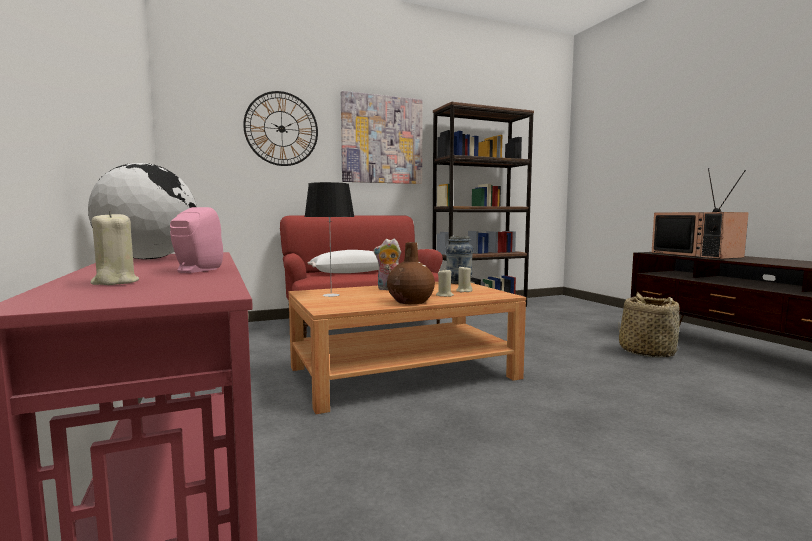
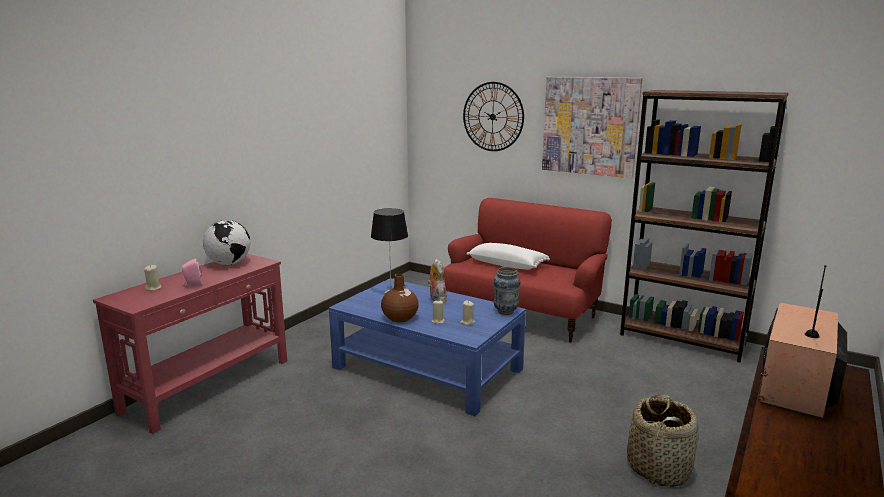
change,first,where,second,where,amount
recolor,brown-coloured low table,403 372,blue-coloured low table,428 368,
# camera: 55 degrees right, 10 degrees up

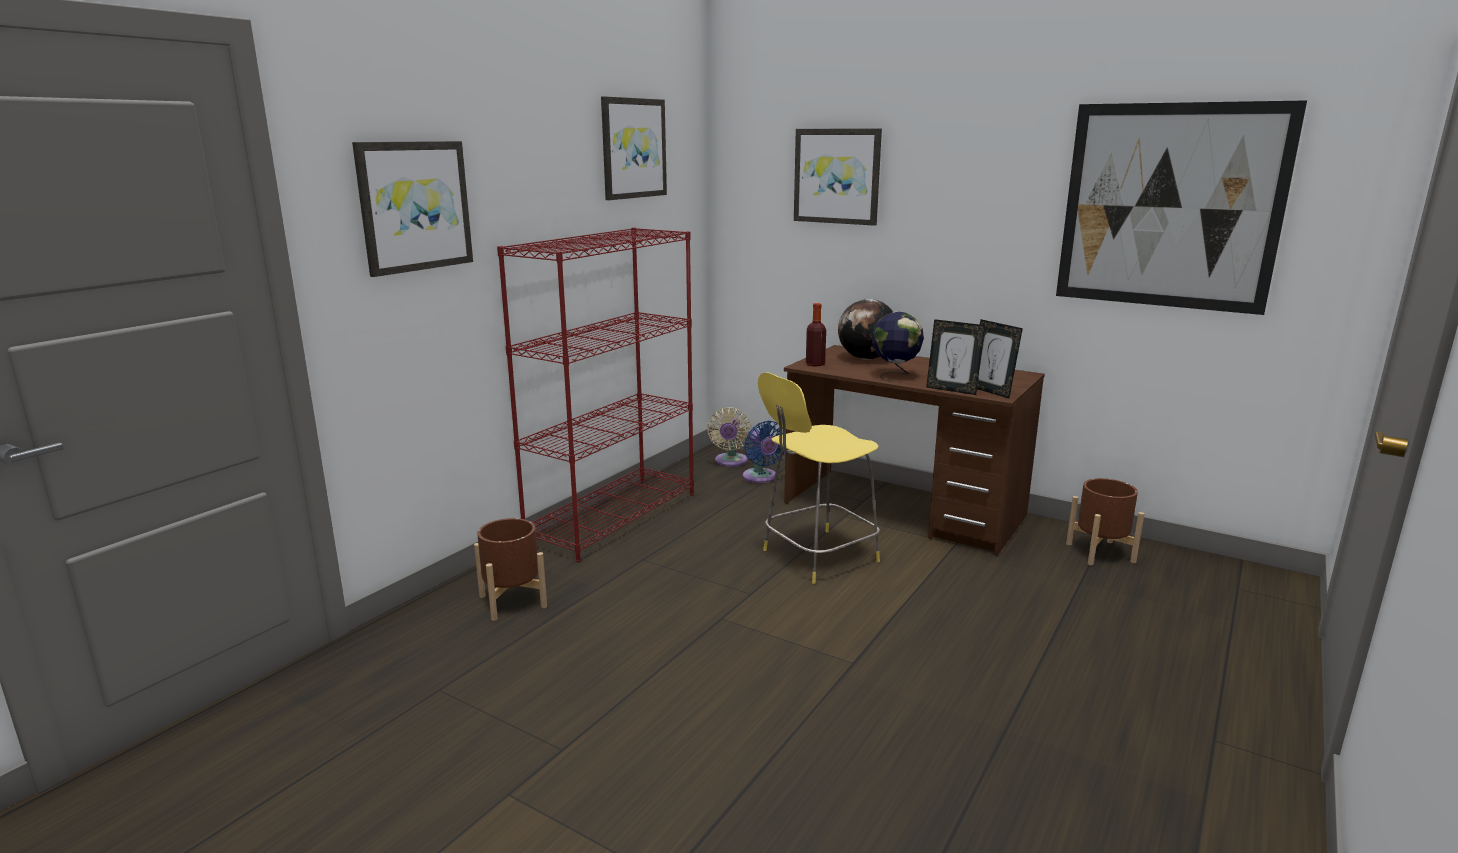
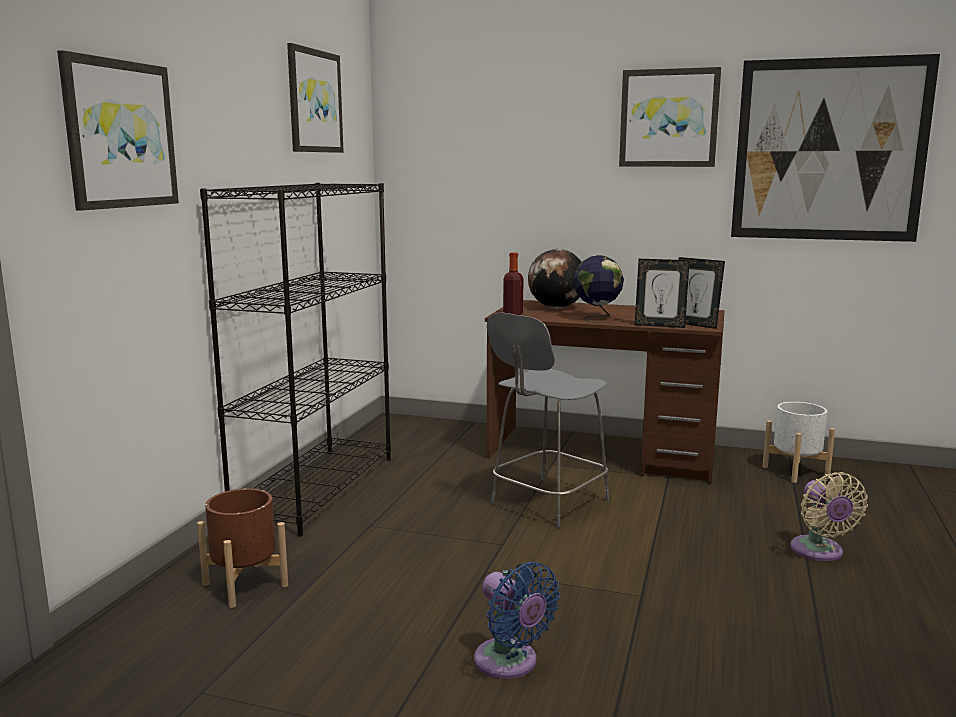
change,first,where,second,where,amount
move,wall art,837 176,,669 118,
recolor,reddish shelving unit,613 517,black-coloured shelving unit,316 488,
recolor,yellow-coloured stool,817 557,grey stool,547 503,
move,beige-coloured fan,730 462,,819 552,
move,blue-coloured fan,761 478,,510 663,
recolor,brown-coloured plant pot,1100 552,white-coloured plant pot,795 471,
# camera: 15 degrees left, 5 degrees down

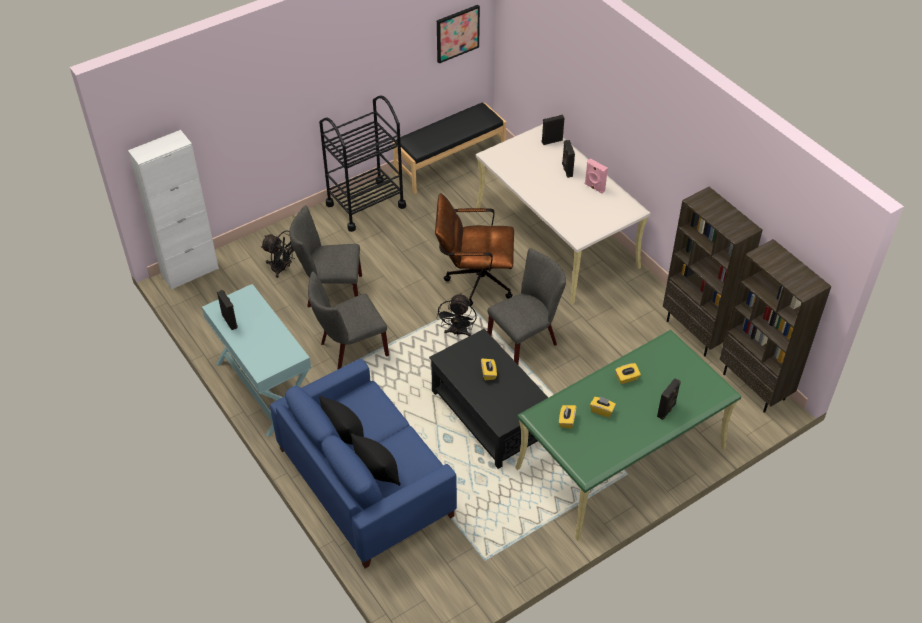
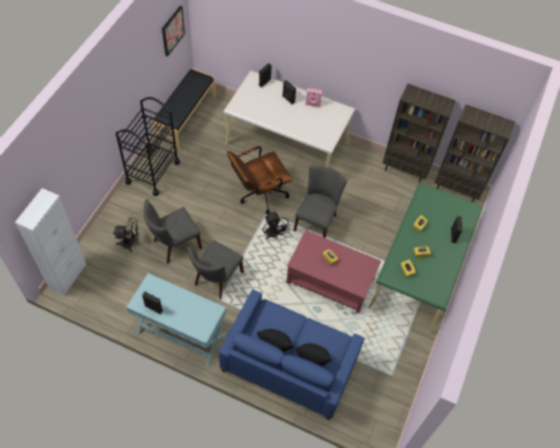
change,first,where,second,where,amount
recolor,black-coloured low table,490 414,reddish low table,330 280,
# camera: 35 degrees left, 10 degrees up

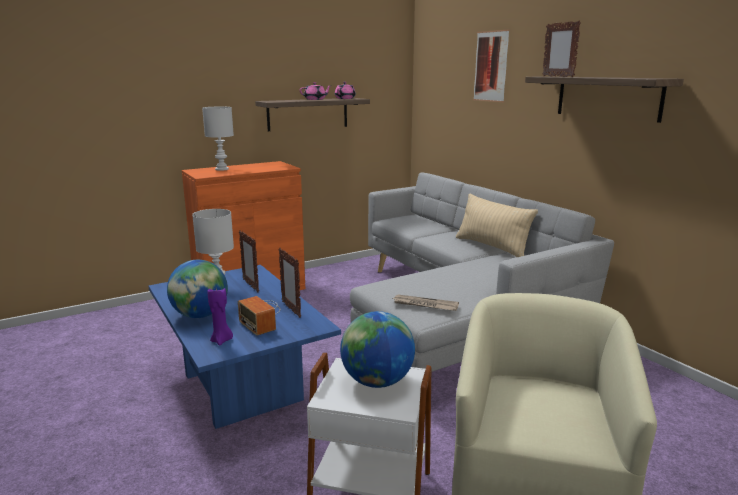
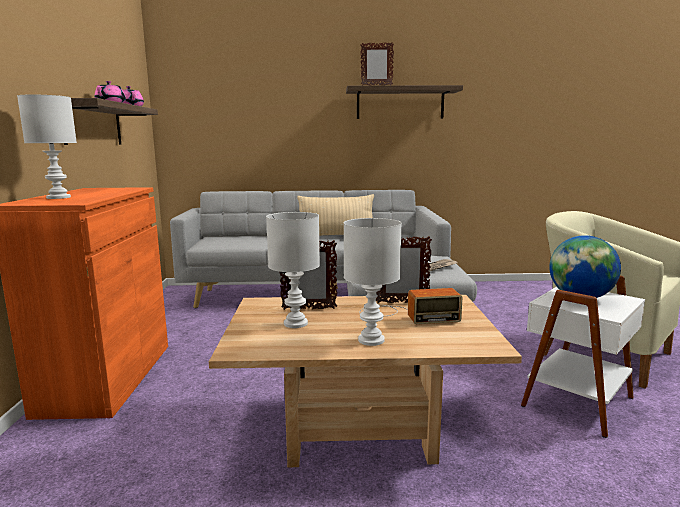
change,first,where,second,where,amount
delete,wall art,491 66,,,
replace,globe,200 315,white-coloured lamp for a table,372 340,
recolor,blue-coloured low table,242 387,beige-coloured low table,359 429,
delete,purple wax candle,222 340,,,
# camera: 60 degrees left, 5 degrees down

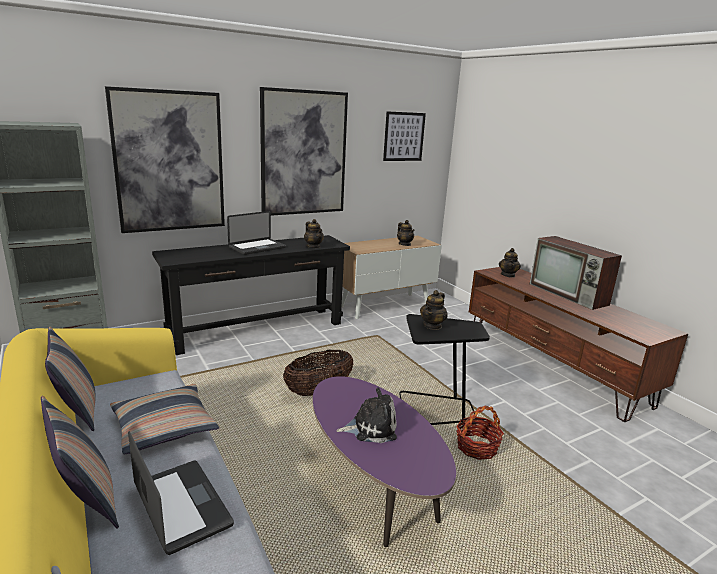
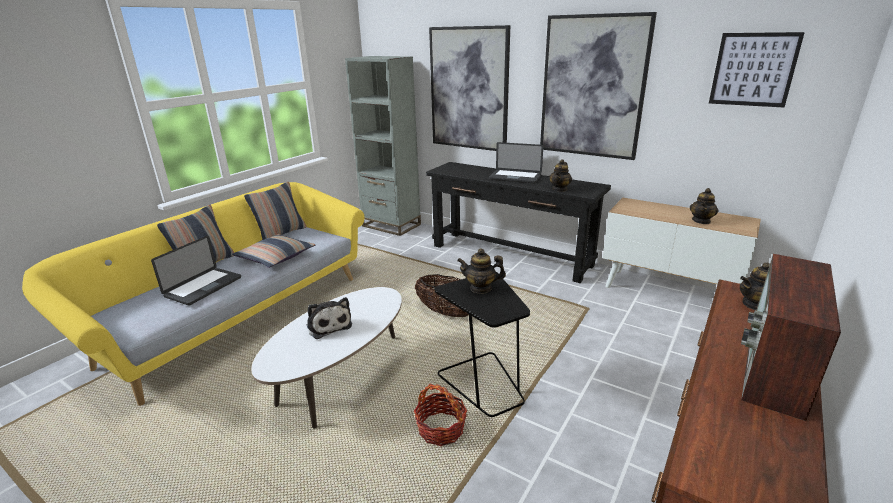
change,first,where,second,where,amount
recolor,purple low table,372 485,white-coloured low table,341 379,
# camera: 65 degrees right, 5 degrees up

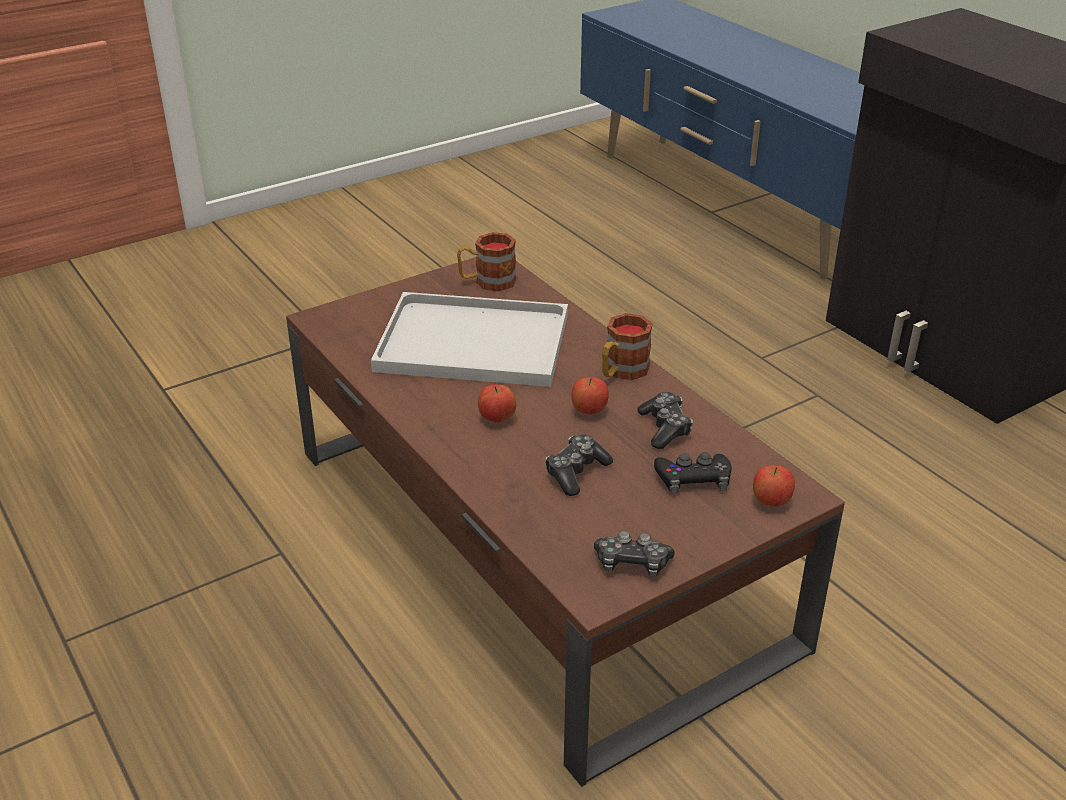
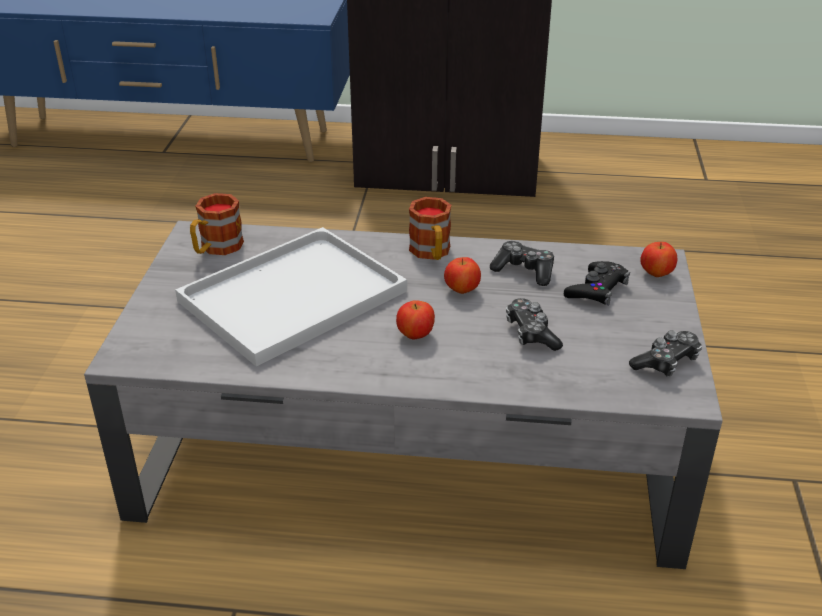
change,first,where,second,where,amount
recolor,brown-coloured low table,536 545,grey low table,414 447,
# camera: 50 degrees left, 0 degrees up

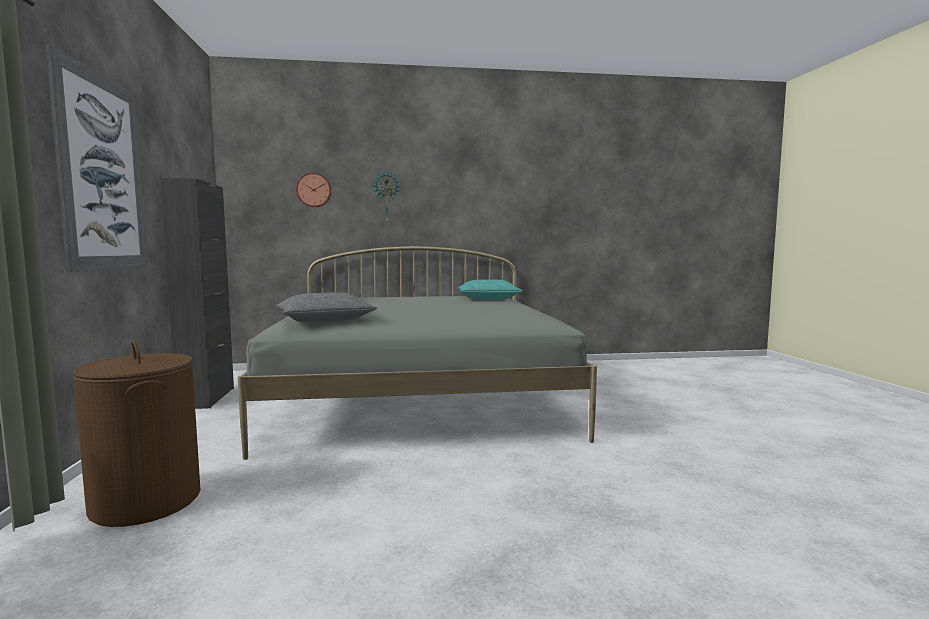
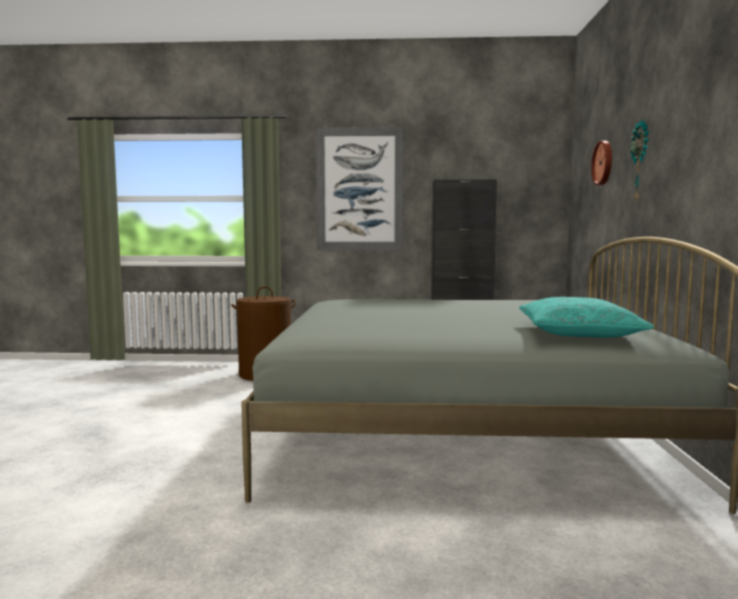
change,first,where,second,where,amount
delete,grey pillow,324 320,,,
# camera: 100 degrees right, 0 degrees up

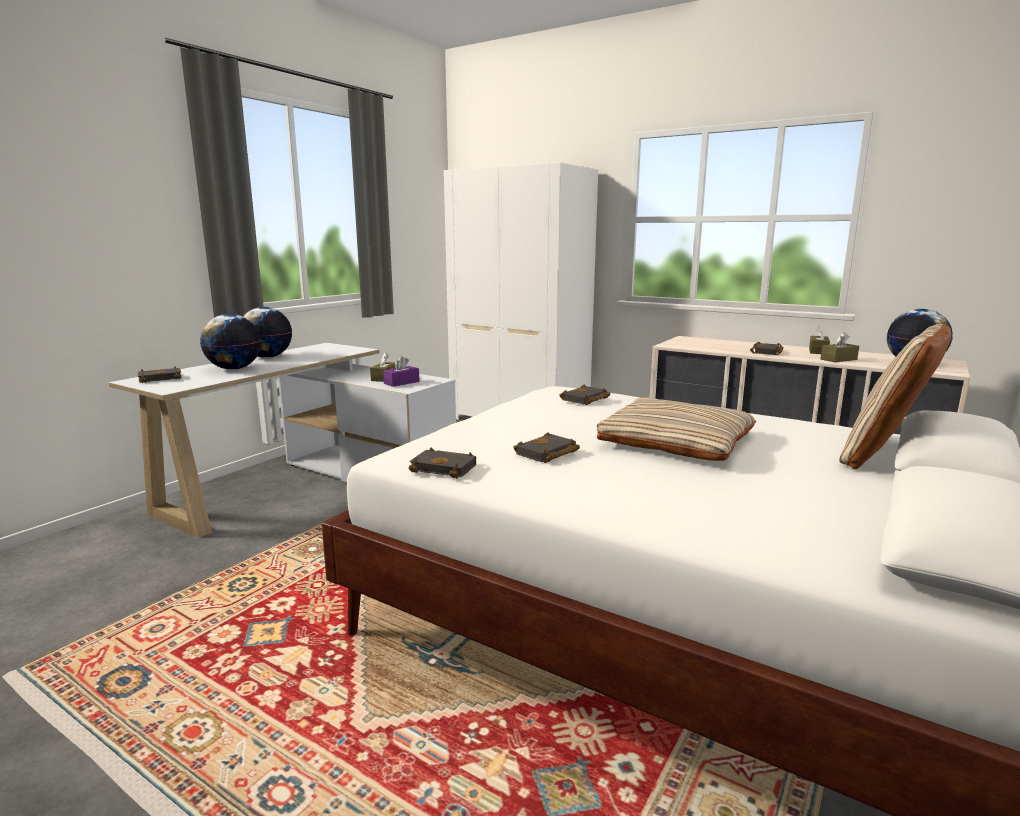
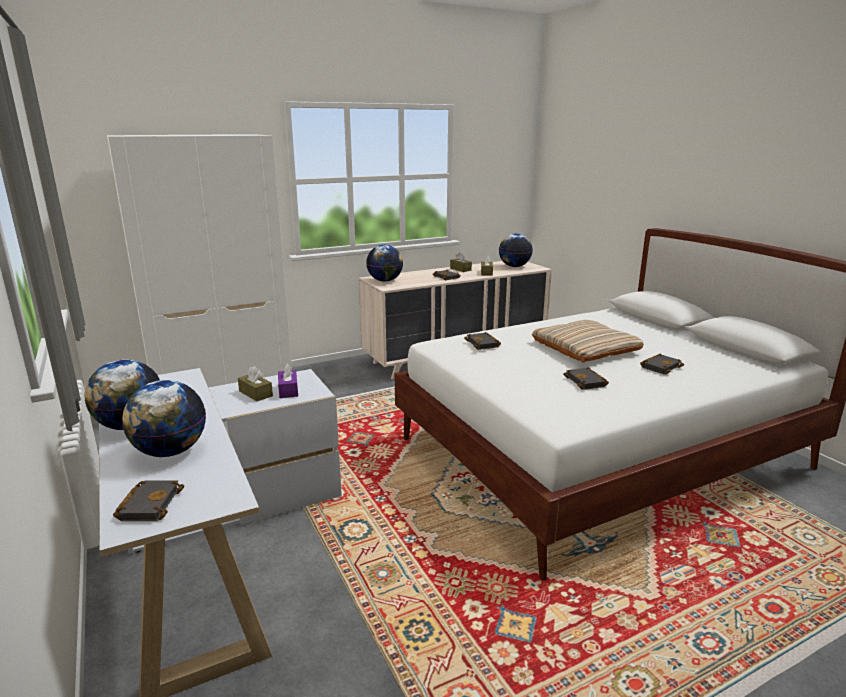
change,first,where,second,where,amount
delete,beige-coloured pillow,885 456,,,
move,black-coloured book,446 468,,660 366,
insert,,,globe,385 281,
# camera: 60 degrees left, 5 degrees up

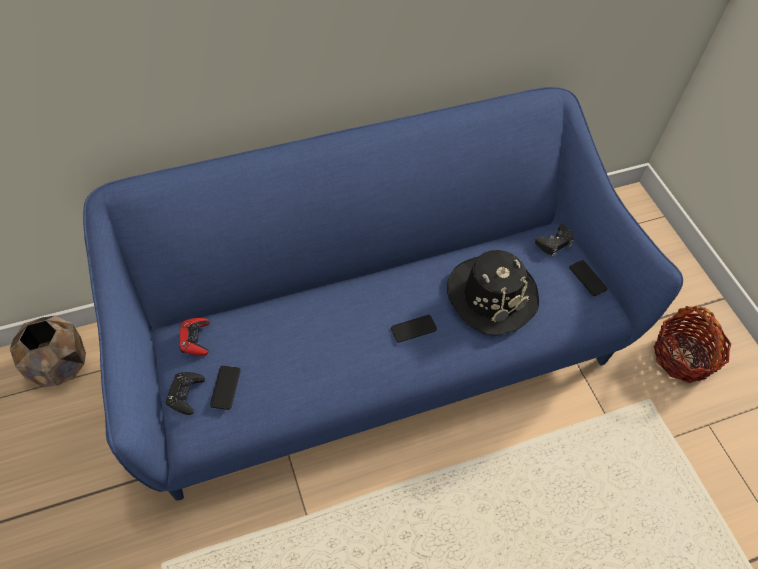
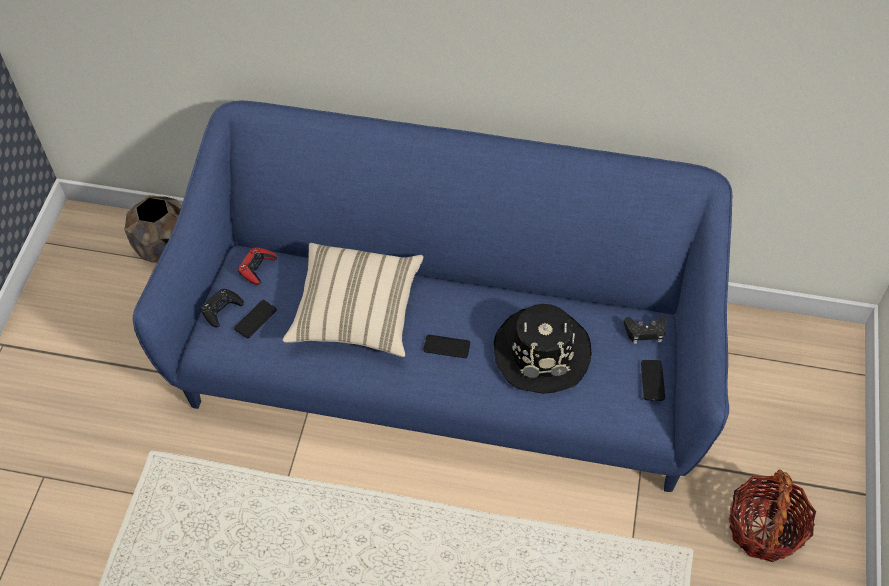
change,first,where,second,where,amount
insert,,,beige-coloured pillow,356 312,
# camera: 35 degrees right, 0 degrees up

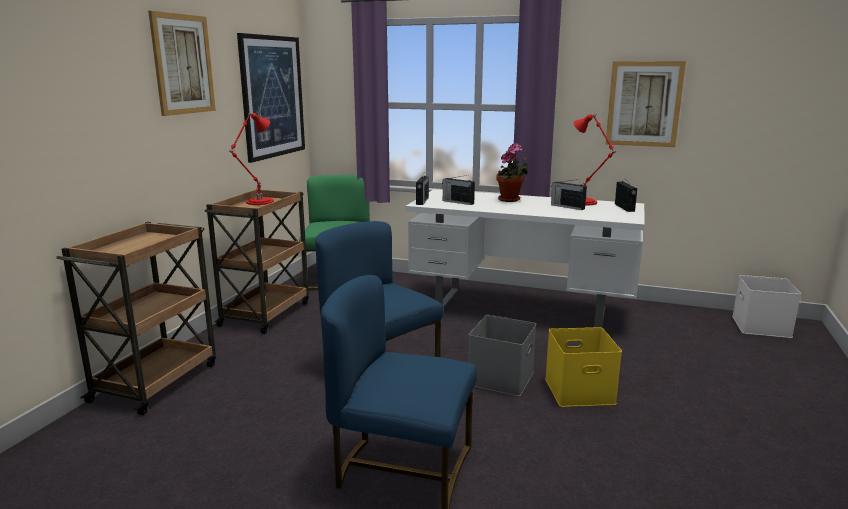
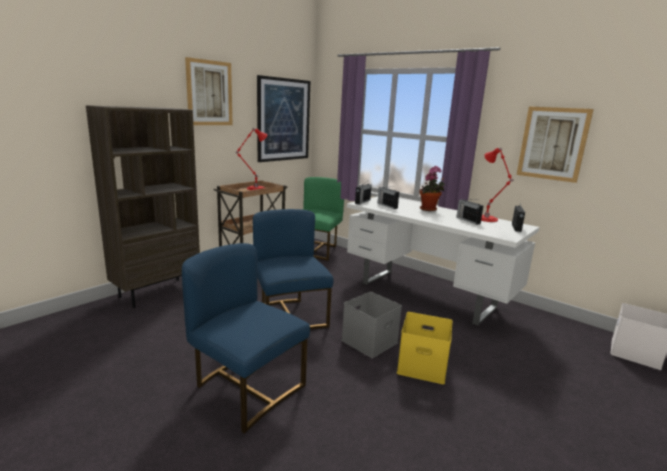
change,first,where,second,where,amount
replace,brown-coloured cart,157 381,brown-coloured shelving unit,157 292,
# camera: 20 degrees right, 0 degrees up

